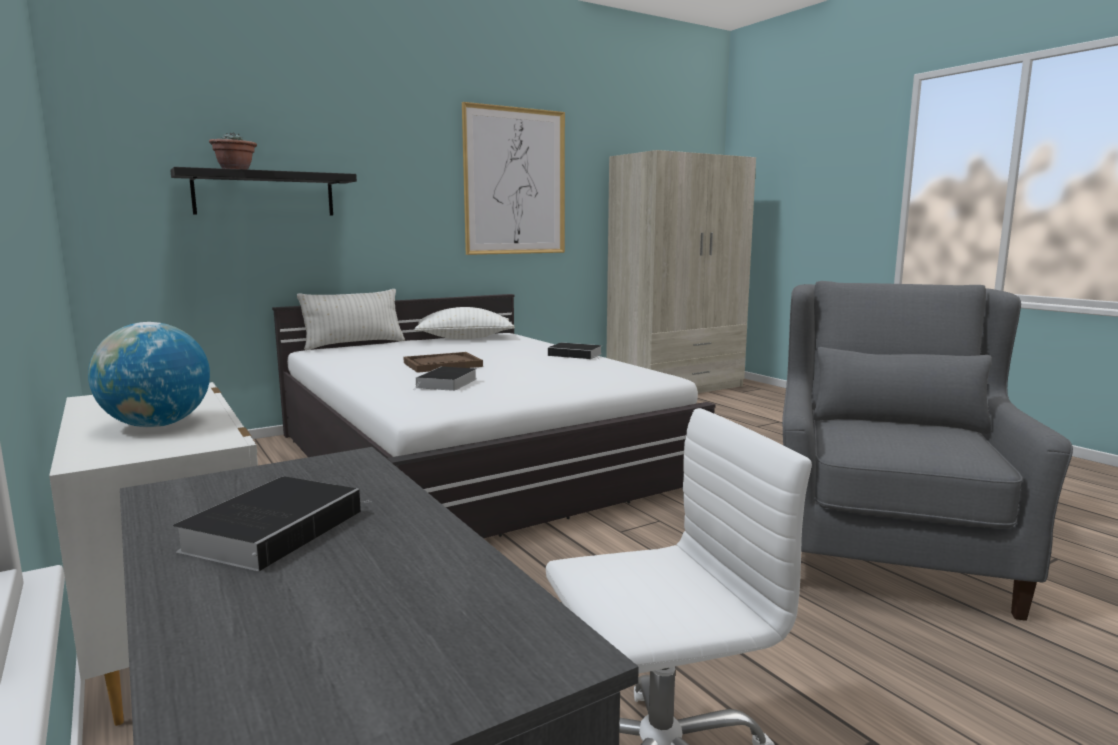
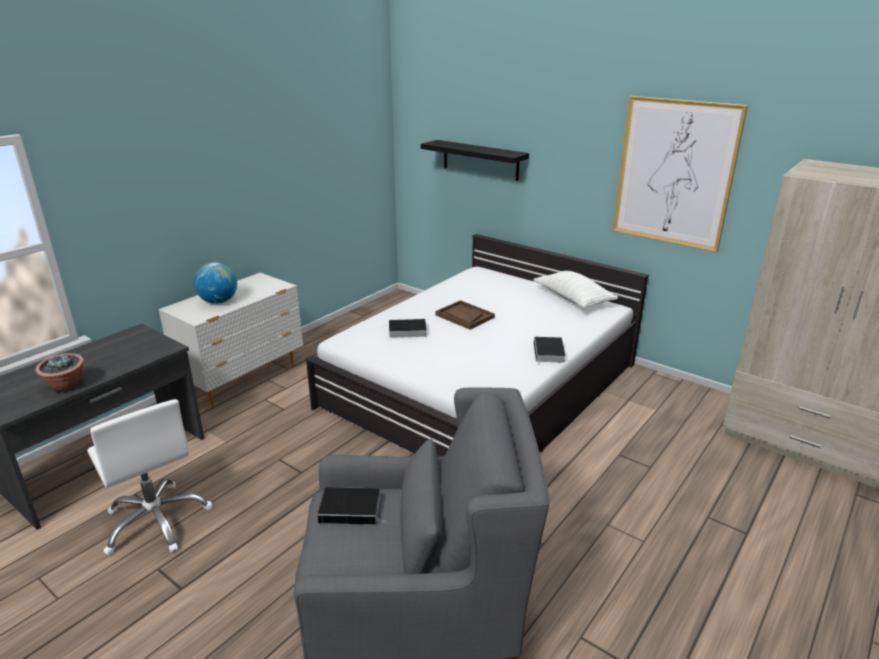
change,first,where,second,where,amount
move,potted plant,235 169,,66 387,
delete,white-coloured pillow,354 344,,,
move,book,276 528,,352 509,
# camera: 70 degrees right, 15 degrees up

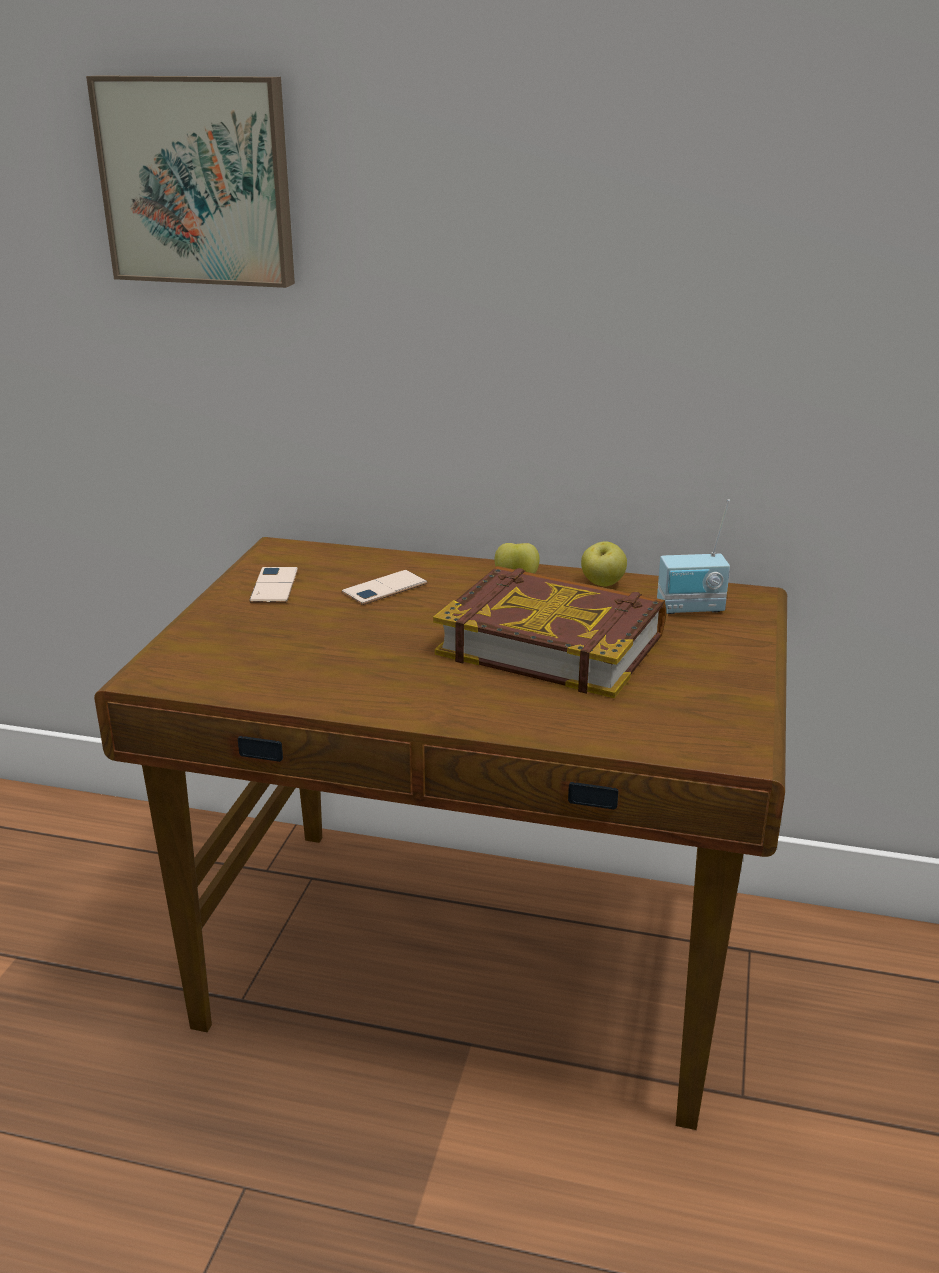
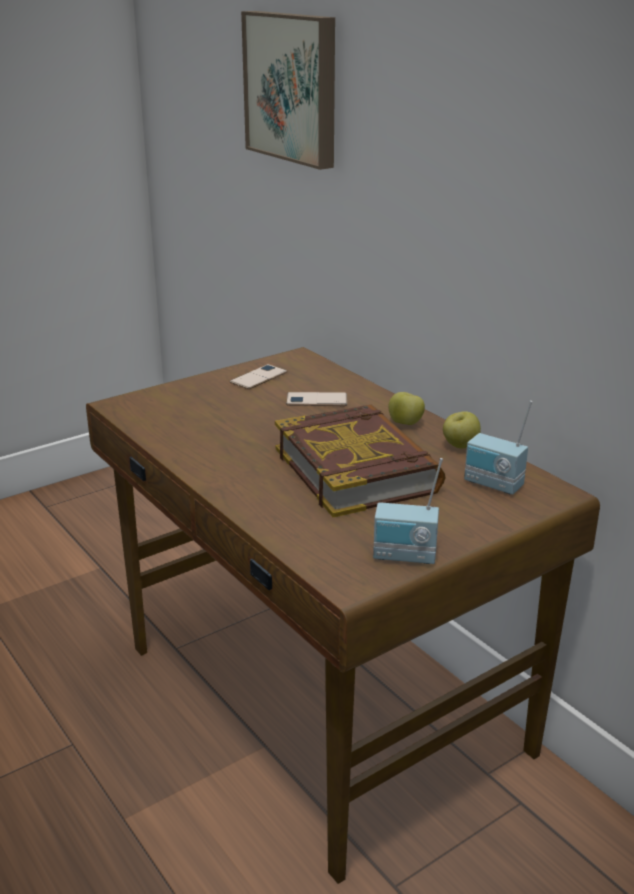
change,first,where,second,where,amount
insert,,,radio,404 557,
# camera: 40 degrees right, 0 degrees up

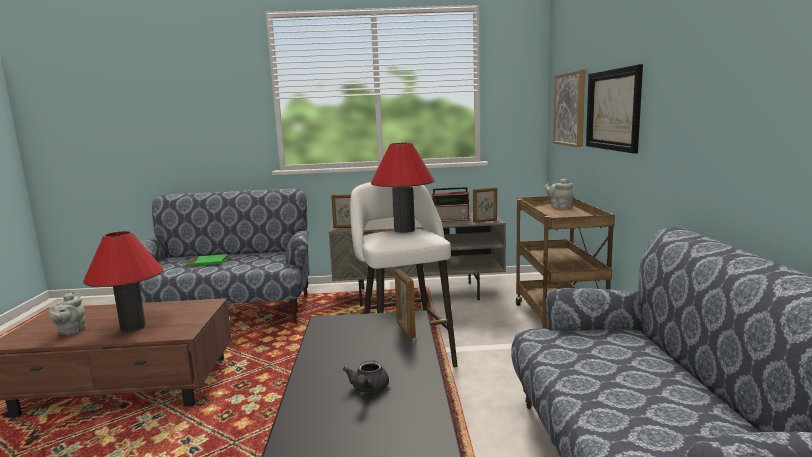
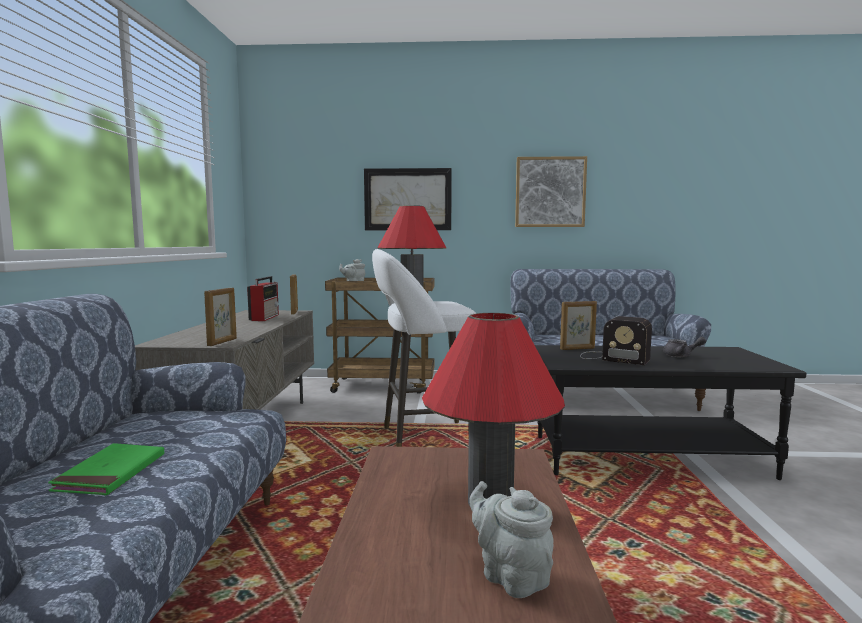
change,first,where,second,where,amount
move,wall art,570 109,,550 192,
rotate,grey teapot,70 331,,510 576,135 degrees counterclockwise
insert,,,radio,611 358,
# camera: 85 degrees left, 5 degrees down

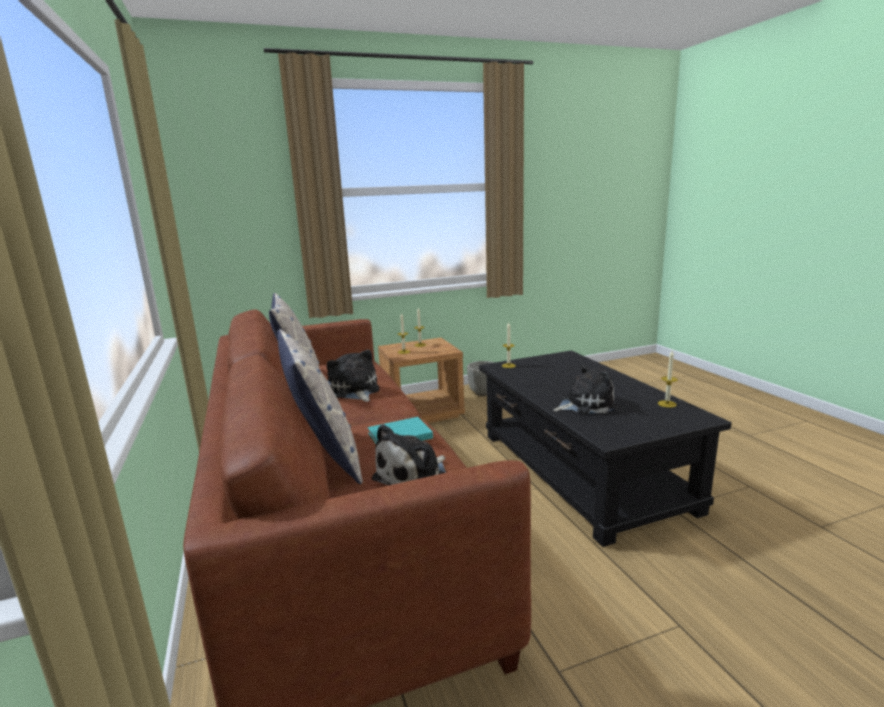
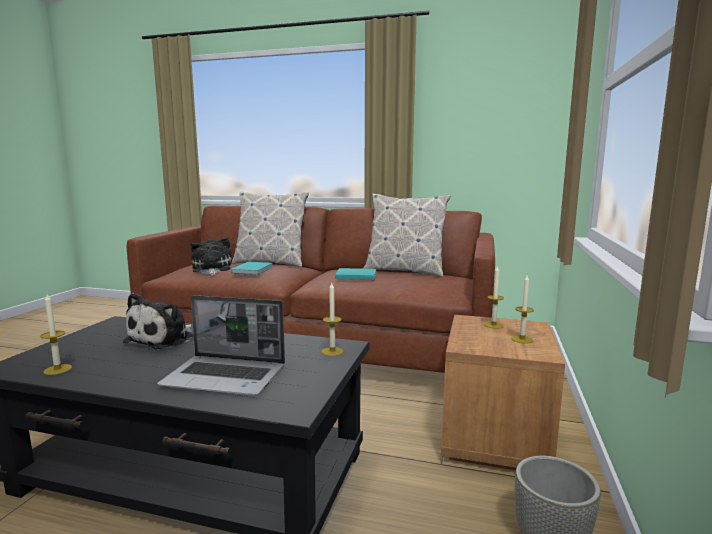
change,first,where,second,where,amount
replace,cuddly toy,355 391,turquoise-coloured book,355 276,
insert,,,portable computer,226 377,
# camera: 125 degrees right, 5 degrees down

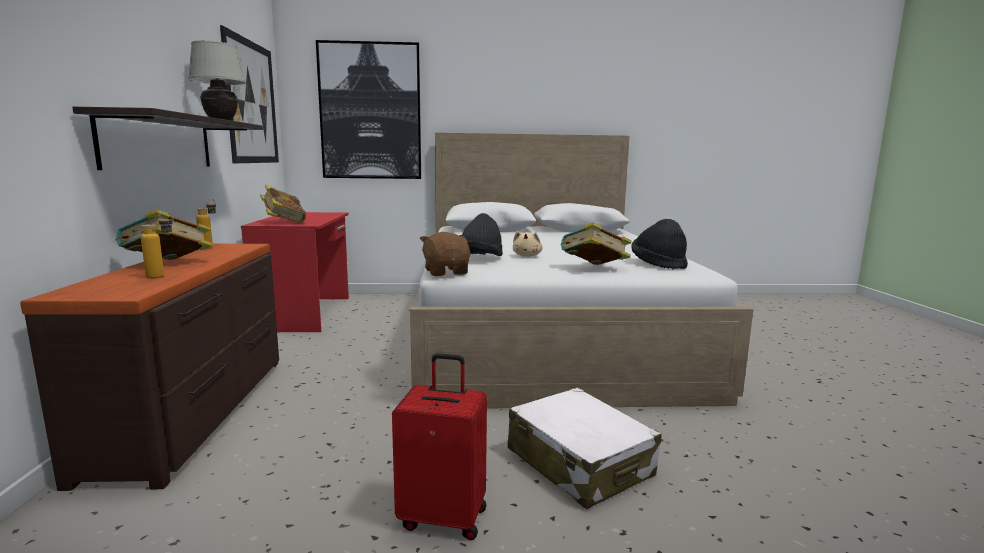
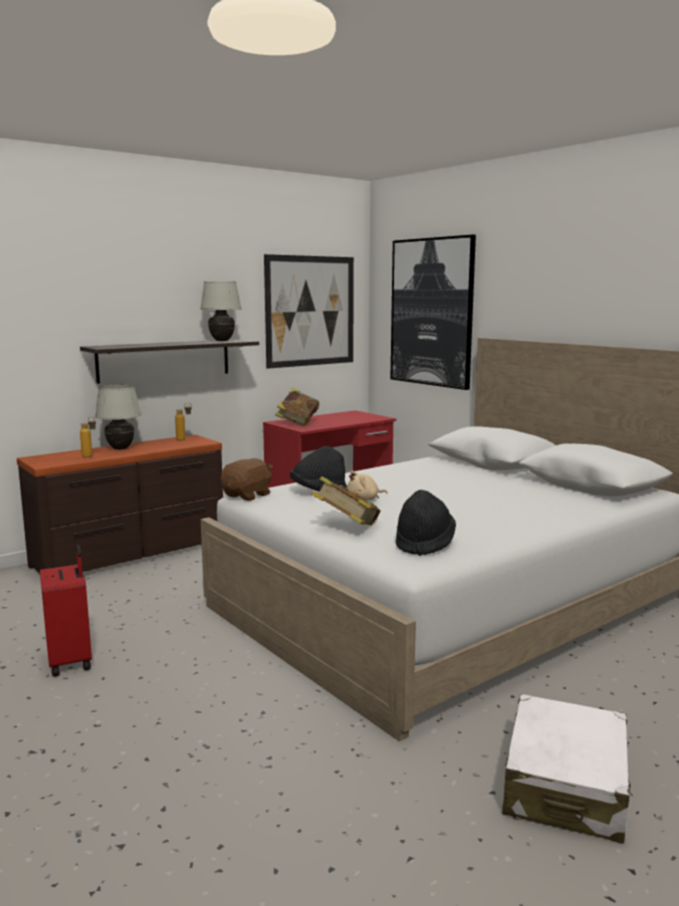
change,first,where,second,where,amount
replace,book,168 264,white-coloured lamp for a table,121 449,
move,white-coloured piece of luggage,579 463,,565 786,
# camera: 55 degrees right, 0 degrees up

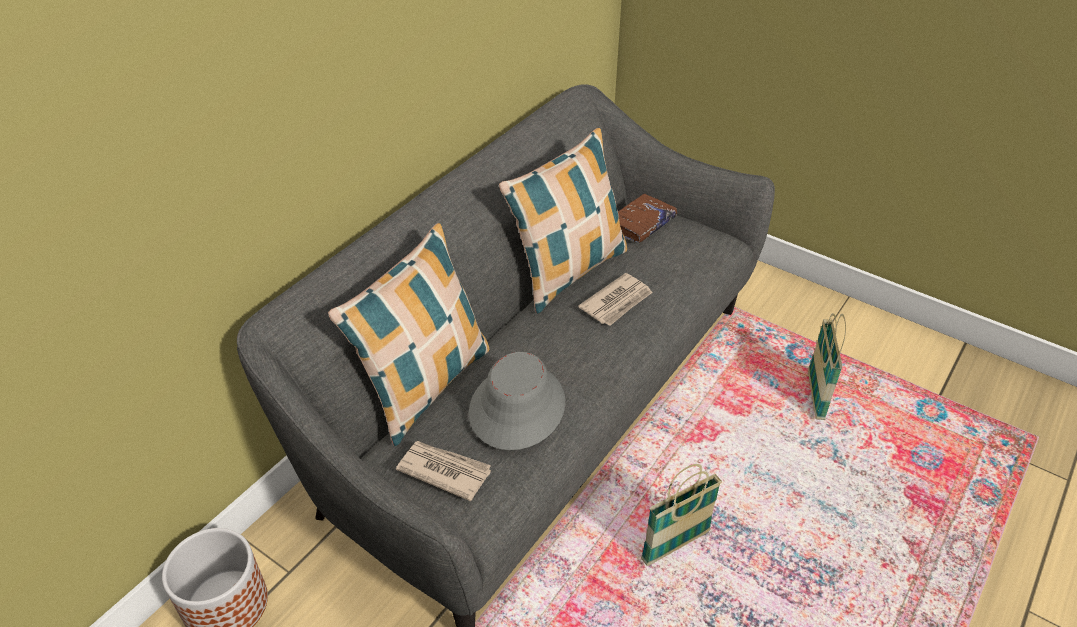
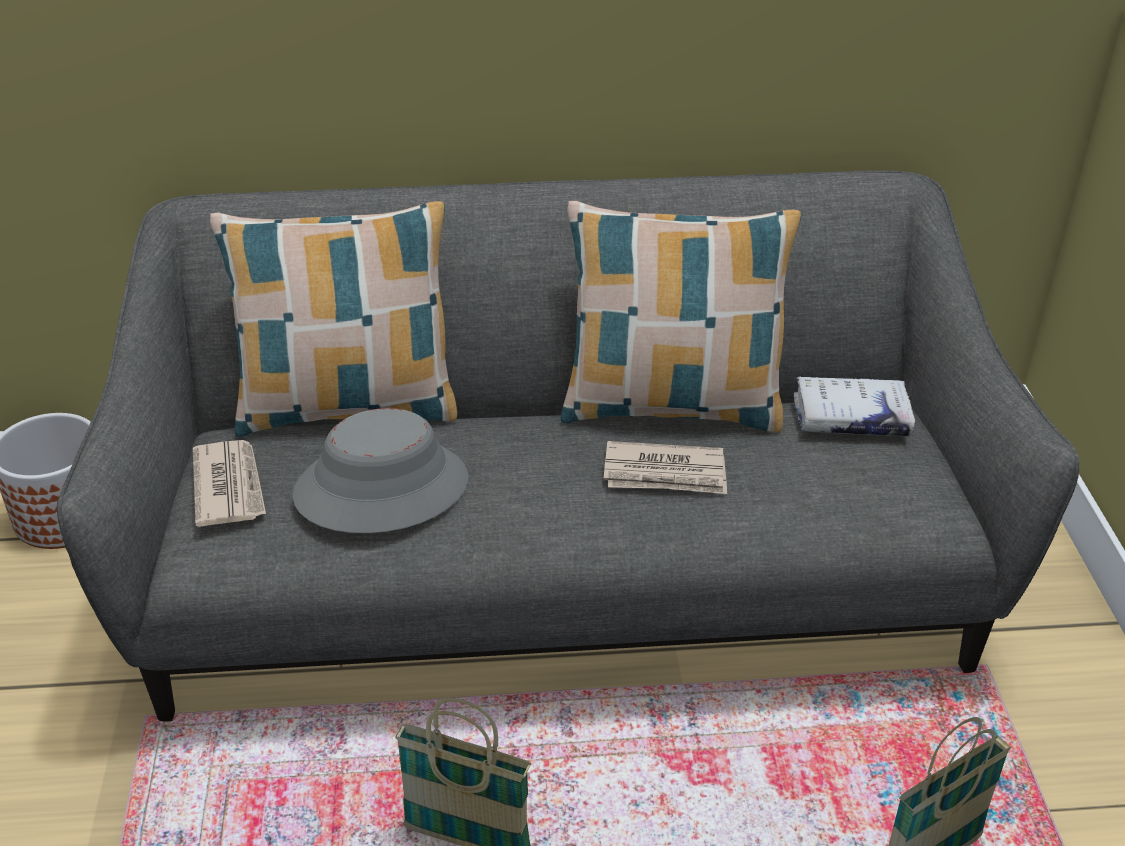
change,first,where,second,where,amount
recolor,brown-coloured book,641 225,white-coloured book,851 418,
# camera: 50 degrees right, 5 degrees down

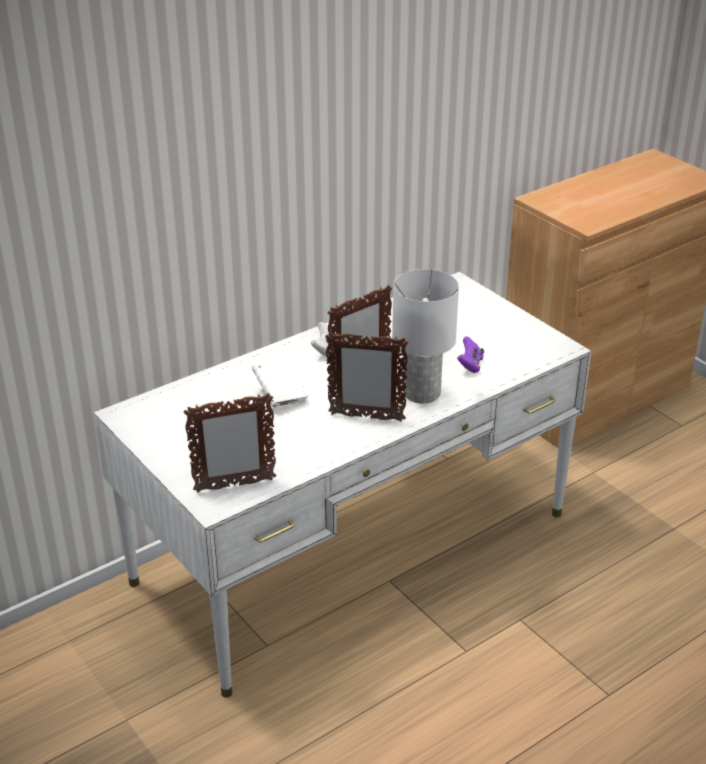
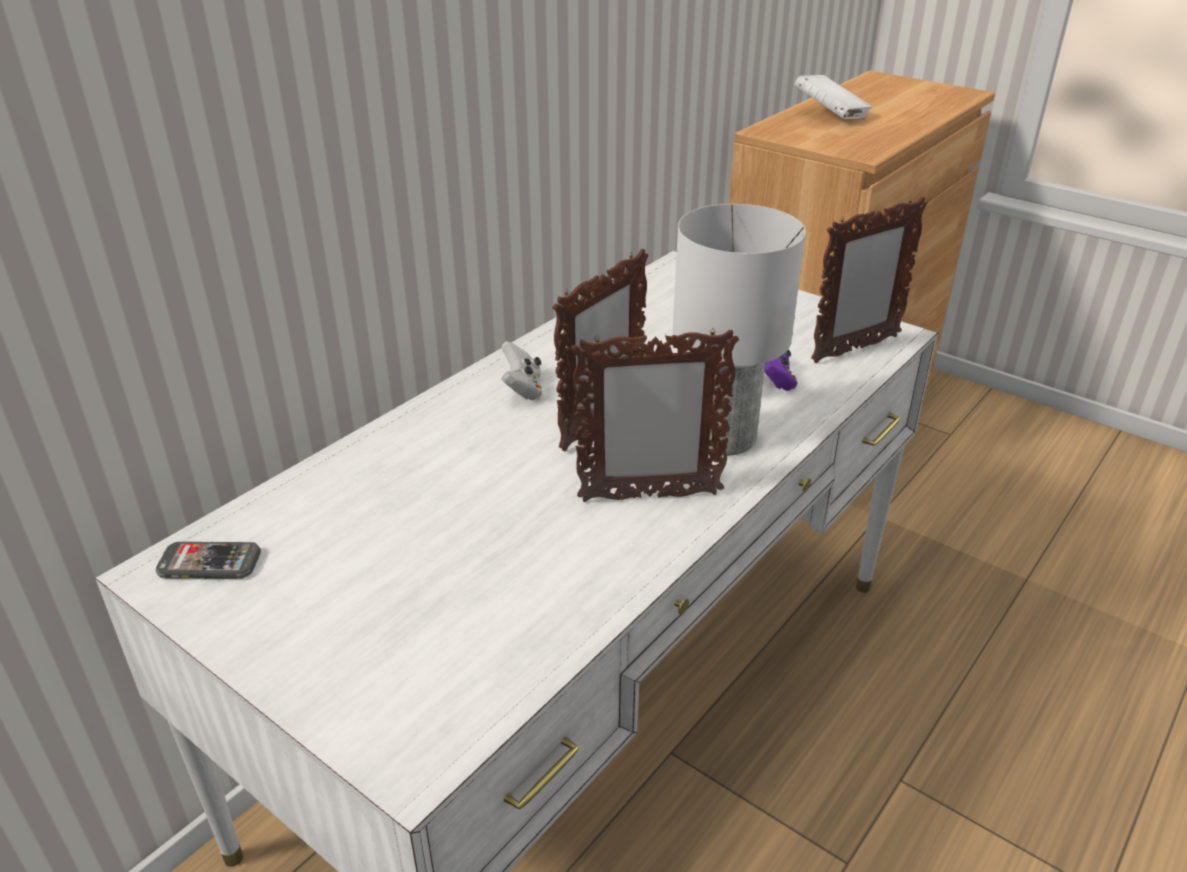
change,first,where,second,where,amount
move,white-coloured book,280 395,,830 115,
move,standing frame,234 485,,854 349,
insert,,,handset,209 563,
# camera: 15 degrees left, 0 degrees up

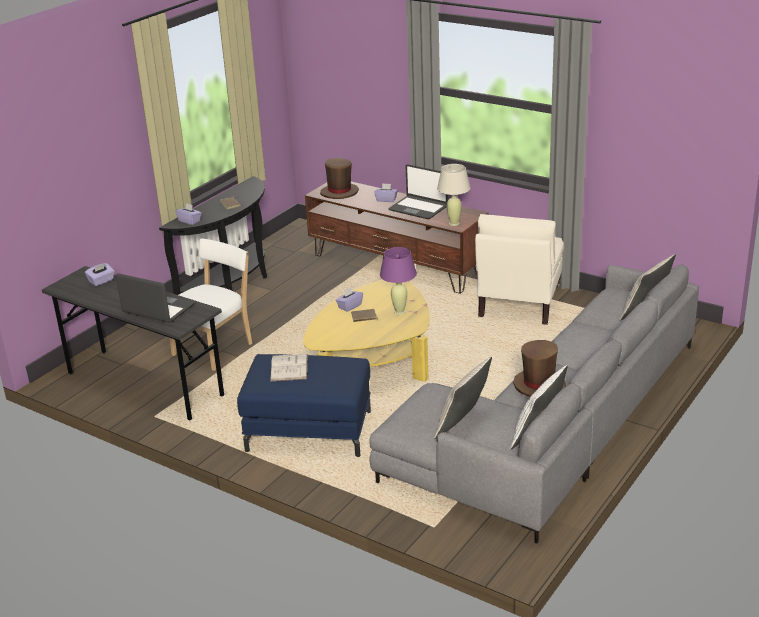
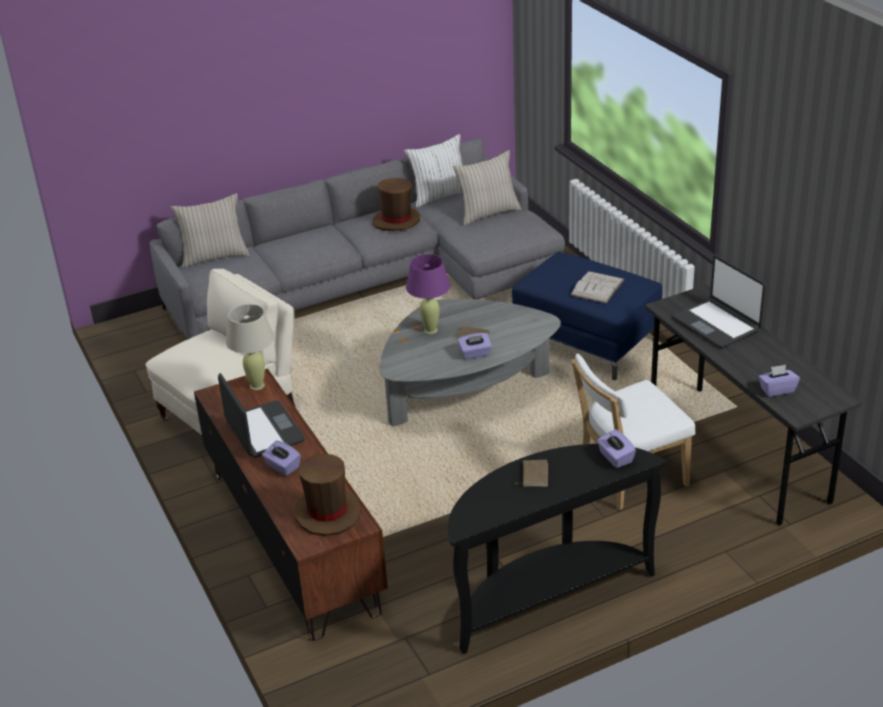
change,first,where,second,where,amount
recolor,yellow-coloured low table,373 364,grey low table,465 392,
# camera: 150 degrees left, 5 degrees up

